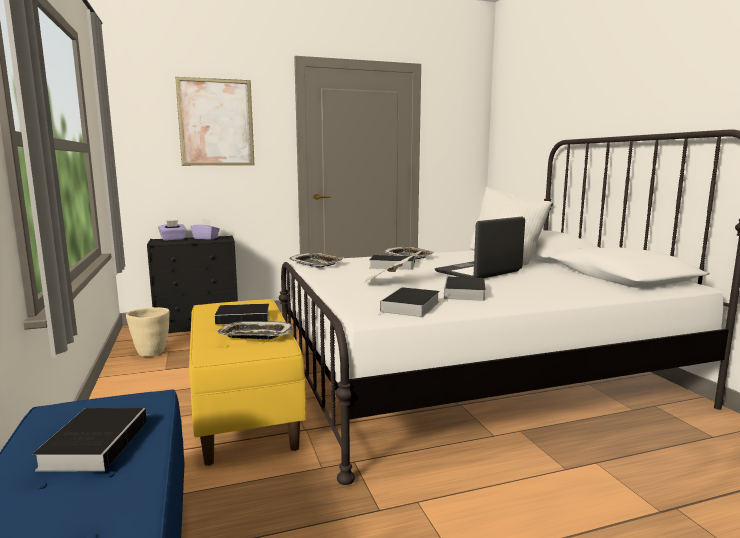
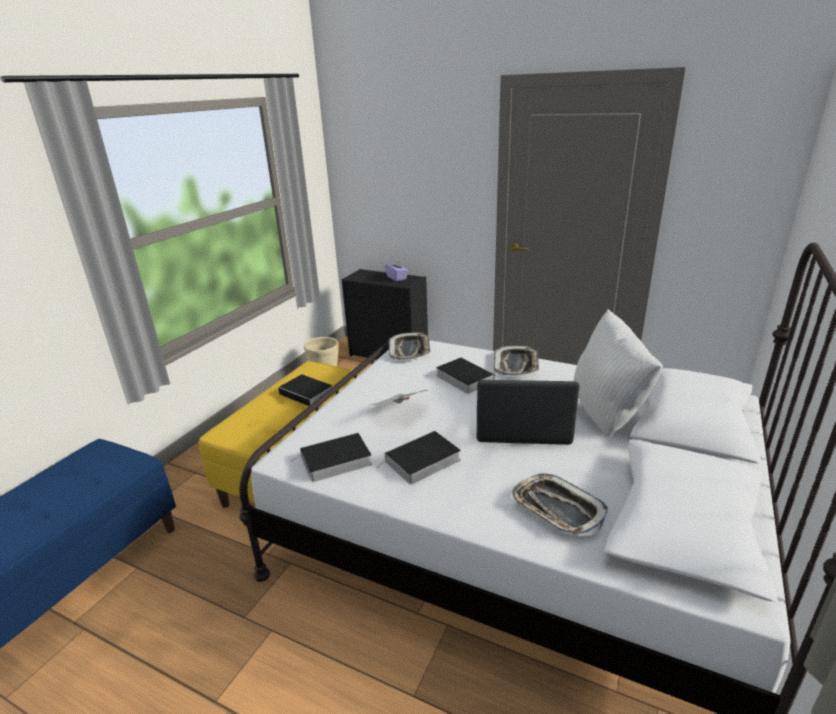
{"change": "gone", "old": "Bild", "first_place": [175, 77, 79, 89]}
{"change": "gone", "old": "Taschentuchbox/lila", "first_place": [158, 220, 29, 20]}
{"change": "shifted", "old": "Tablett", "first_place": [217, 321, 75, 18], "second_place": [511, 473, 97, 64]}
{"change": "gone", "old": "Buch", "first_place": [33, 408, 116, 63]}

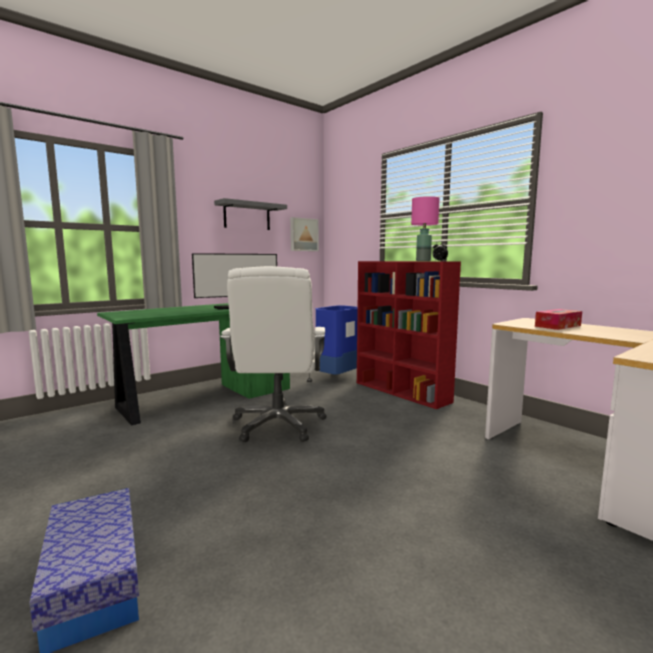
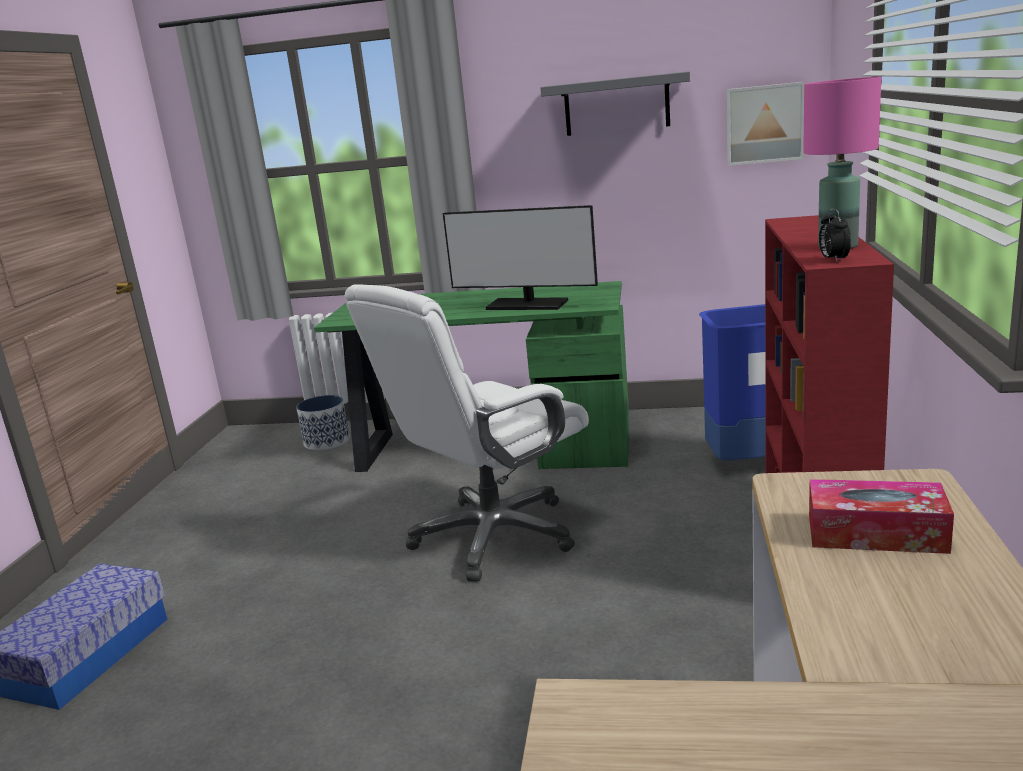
{"change": "new", "new": "Pflanzkübel", "second_place": [296, 395, 54, 55]}

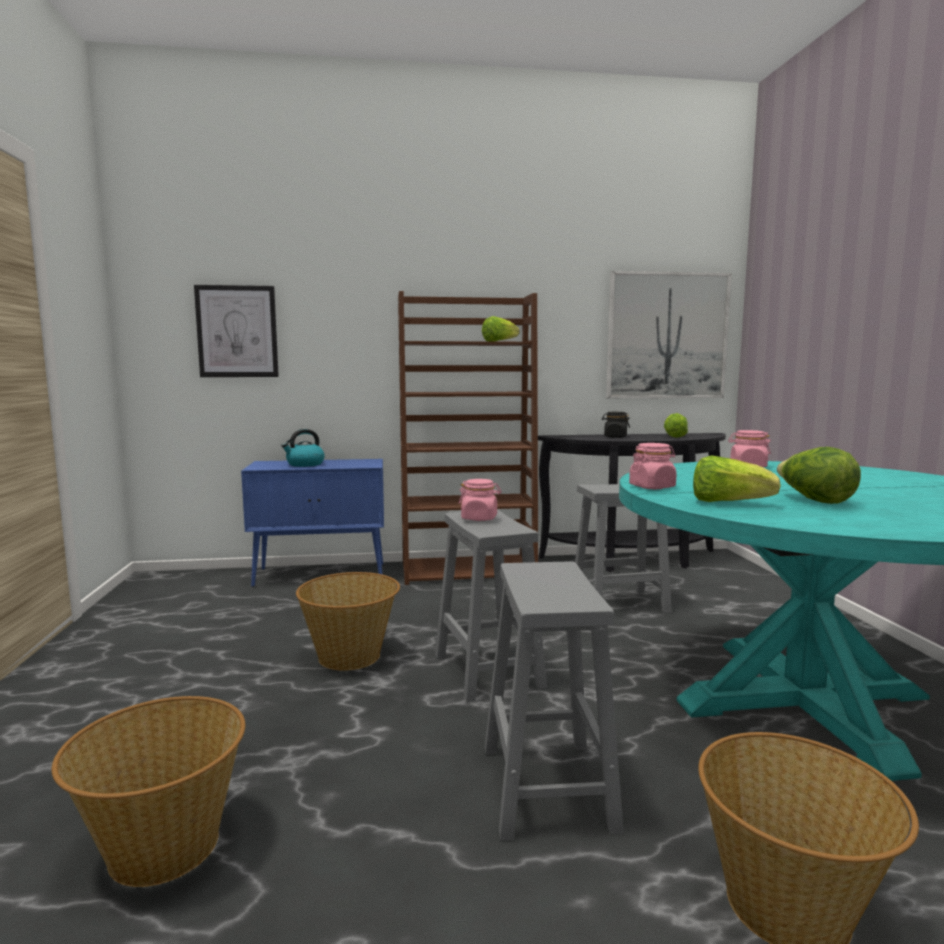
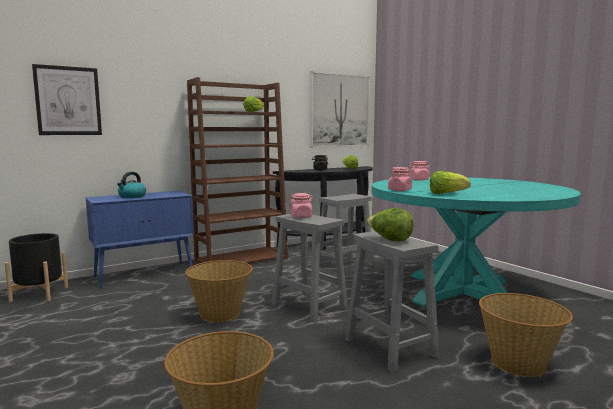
{"change": "shifted", "old": "Salatkopf", "first_place": [777, 447, 84, 57], "second_place": [367, 208, 47, 33]}
{"change": "new", "new": "Pflanzkübel/schwarz", "second_place": [4, 233, 64, 69]}

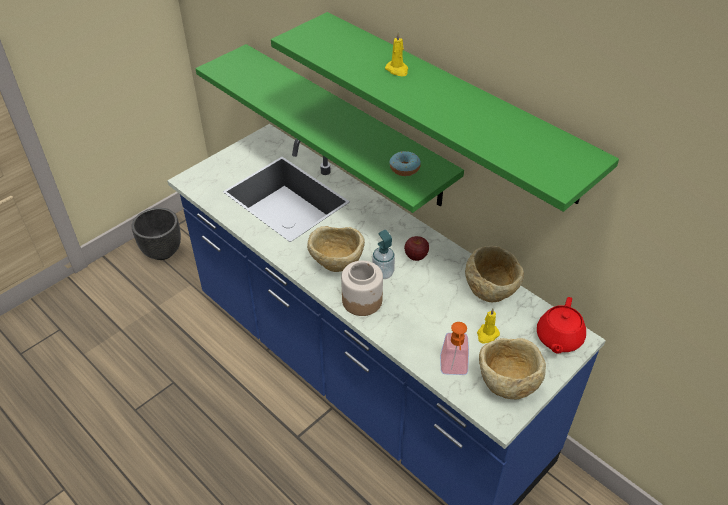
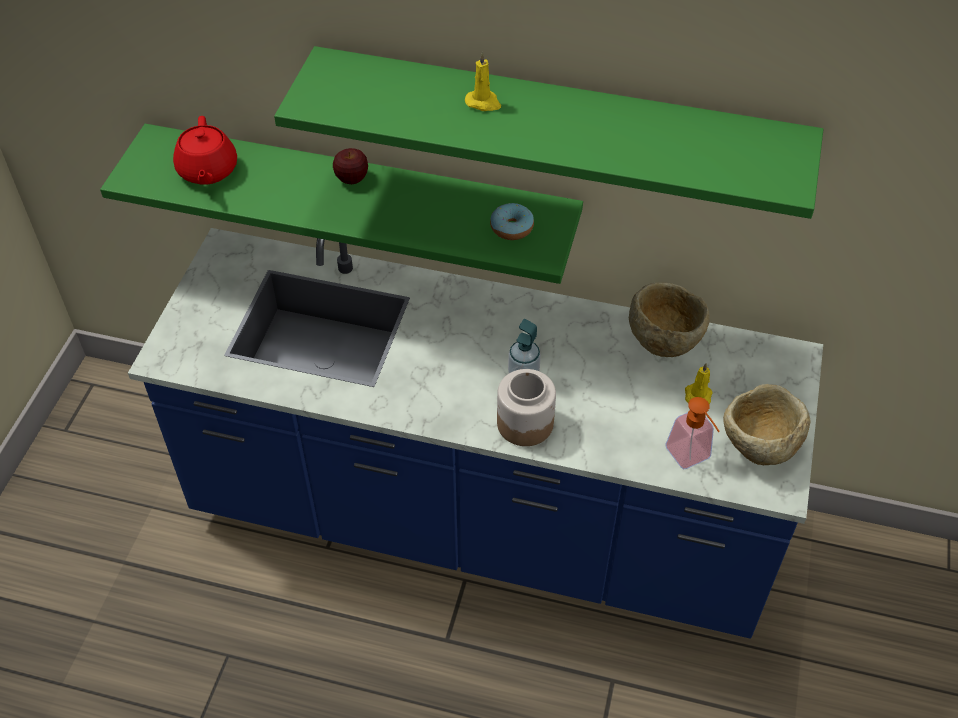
{"change": "gone", "old": "Pflanzkübel/schwarz", "first_place": [132, 208, 49, 52]}
{"change": "gone", "old": "Schüssel/beige", "first_place": [307, 226, 58, 46]}
{"change": "shifted", "old": "Apfel", "first_place": [404, 236, 25, 25], "second_place": [333, 148, 35, 36]}
{"change": "shifted", "old": "Teekanne/rot", "first_place": [537, 297, 49, 57], "second_place": [173, 116, 64, 69]}

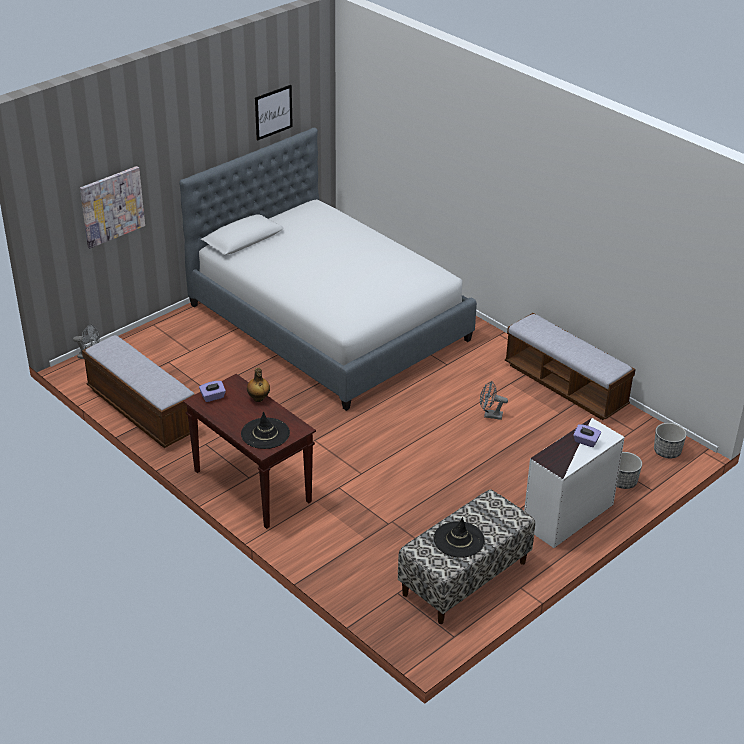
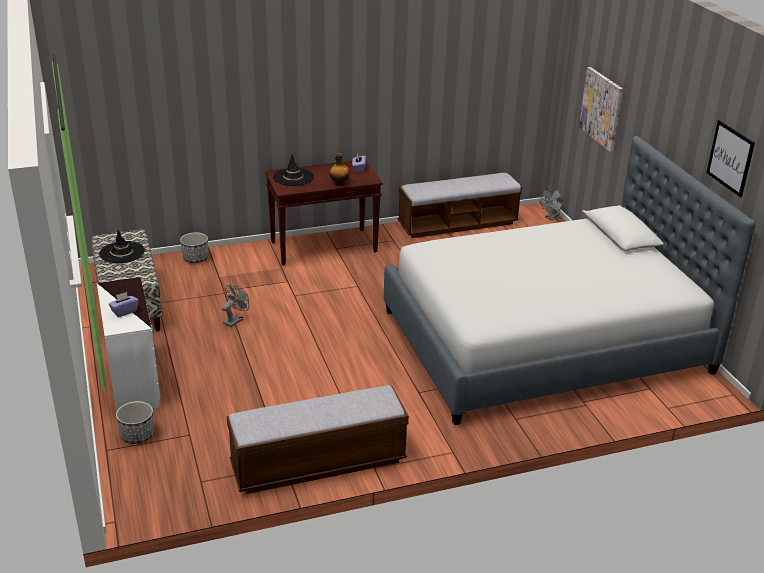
{"change": "shifted", "old": "Ventilator/grau", "first_place": [480, 381, 28, 39], "second_place": [222, 285, 27, 42]}
{"change": "shifted", "old": "Pflanzkübel", "first_place": [654, 423, 33, 36], "second_place": [180, 232, 28, 31]}

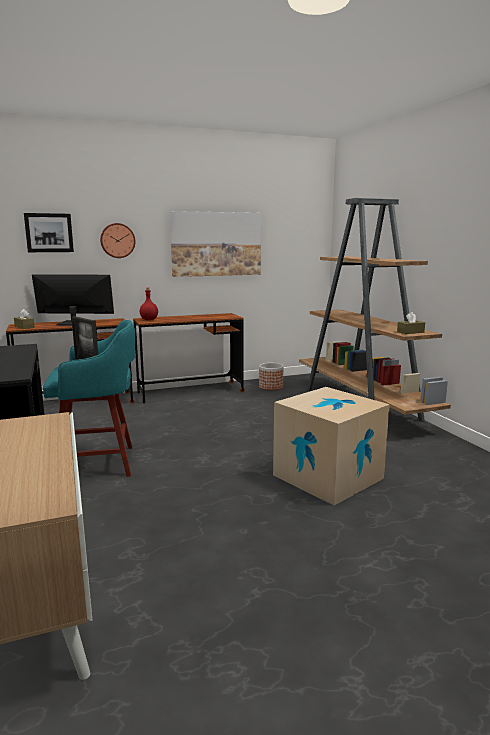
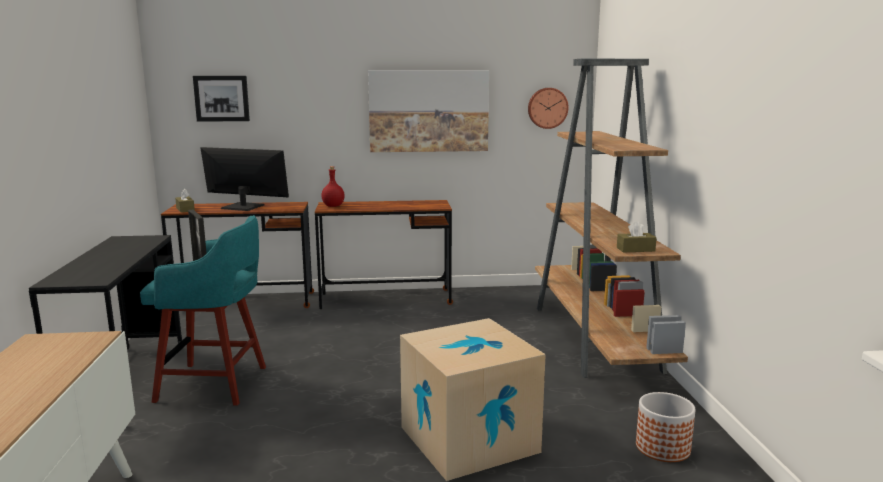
{"change": "shifted", "old": "Wanduhr", "first_place": [100, 223, 36, 35], "second_place": [528, 88, 41, 41]}
{"change": "shifted", "old": "Pflanzkübel", "first_place": [259, 363, 24, 27], "second_place": [636, 392, 59, 70]}

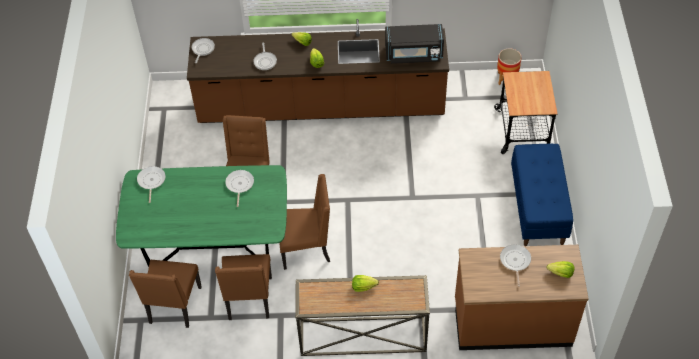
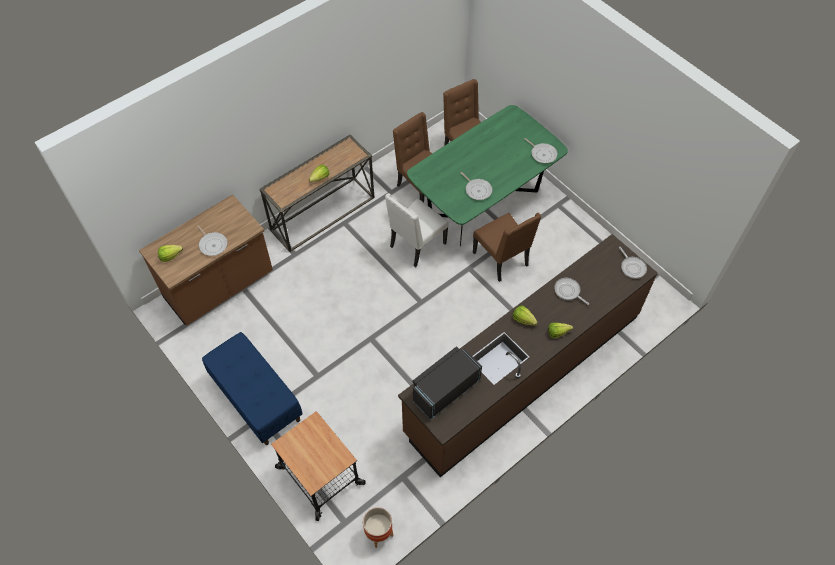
{"change": "repainted", "old": "Stuhl/braun", "new": "Stuhl/weiß", "first_place": [279, 174, 51, 96], "second_place": [385, 193, 64, 74]}

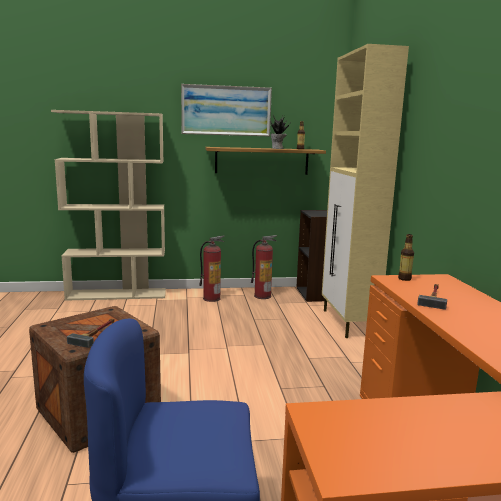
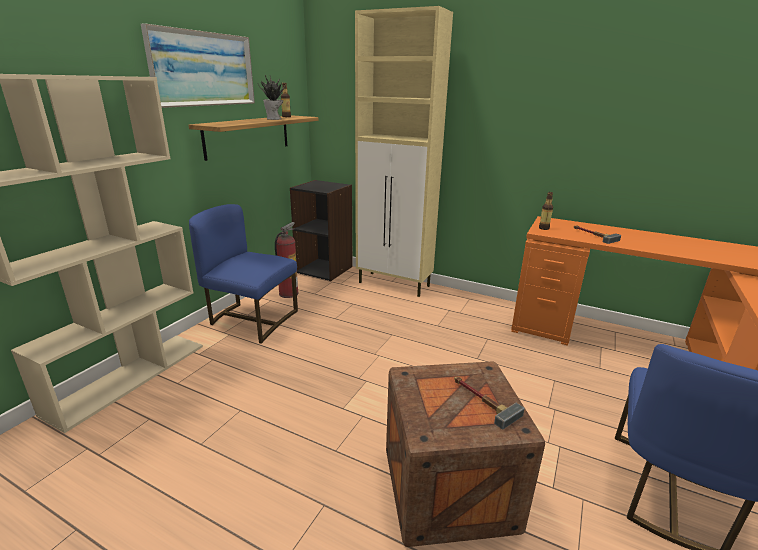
{"change": "swapped", "old": "Feuerlöscher", "new": "Stuhl/blau", "first_place": [199, 235, 25, 67], "second_place": [189, 204, 109, 140]}

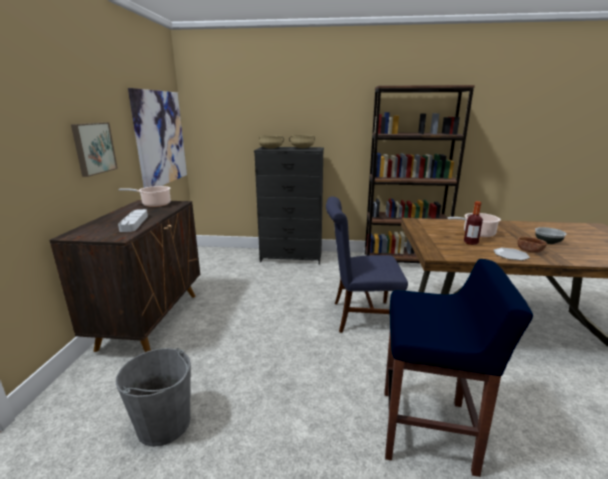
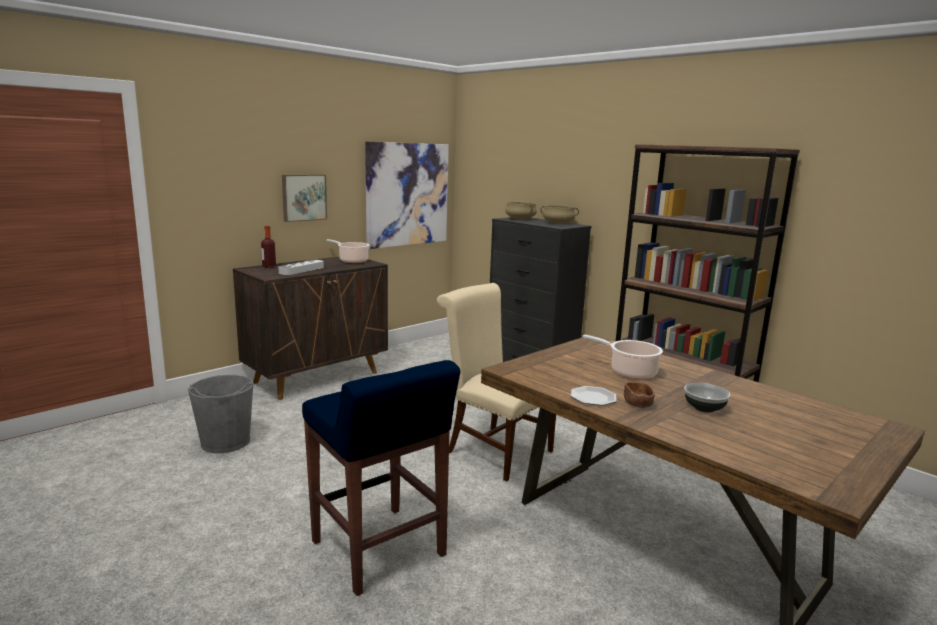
{"change": "repainted", "old": "Stuhl/blau", "new": "Stuhl/beige", "first_place": [326, 196, 82, 137], "second_place": [437, 283, 119, 199]}
{"change": "shifted", "old": "Flasche", "first_place": [464, 201, 19, 44], "second_place": [261, 226, 15, 42]}

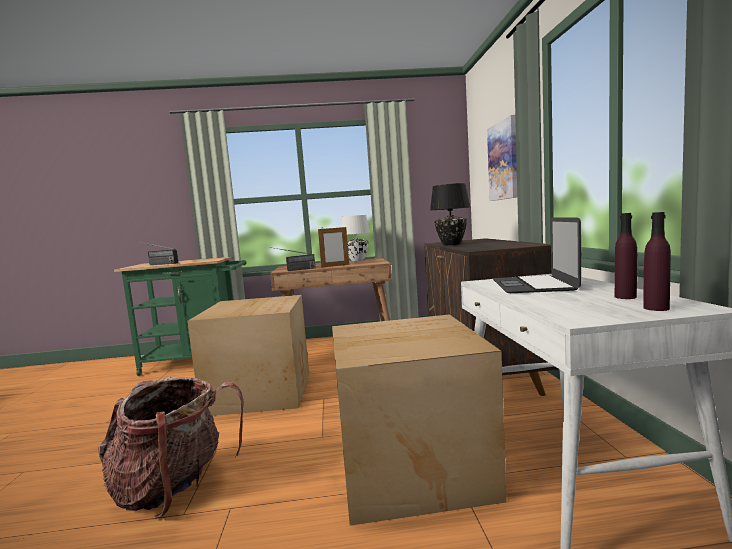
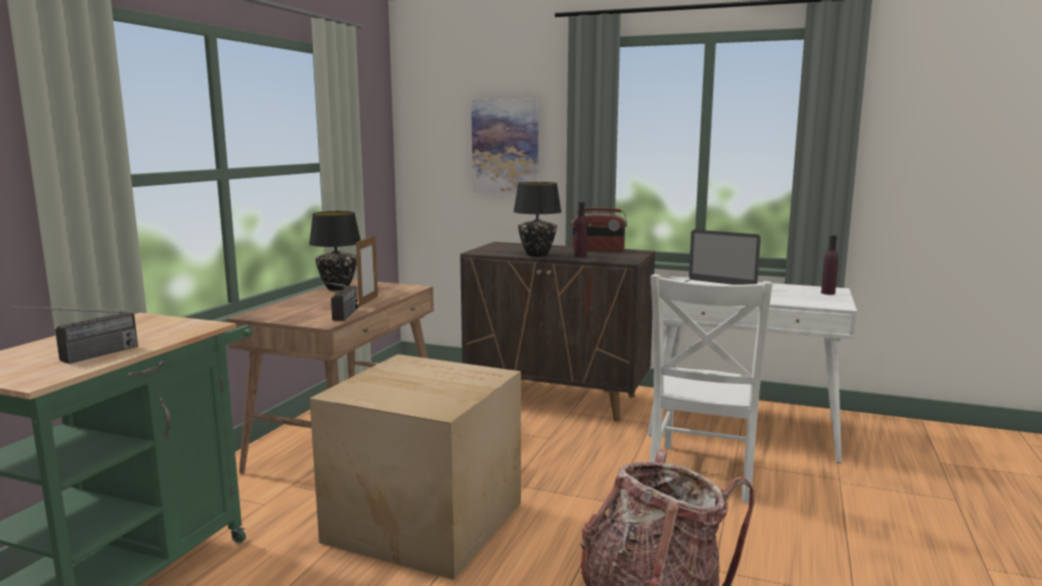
{"change": "shifted", "old": "Flasche/lila", "first_place": [614, 213, 23, 86], "second_place": [575, 202, 12, 55]}
{"change": "repainted", "old": "Tischlampe/weiß", "new": "Tischlampe/schwarz", "first_place": [341, 215, 29, 46], "second_place": [309, 211, 52, 79]}
{"change": "swapped", "old": "Karton", "new": "Stuhl/weiß", "first_place": [332, 314, 174, 212], "second_place": [650, 274, 123, 229]}
{"change": "new", "new": "Radio", "second_place": [571, 207, 56, 45]}

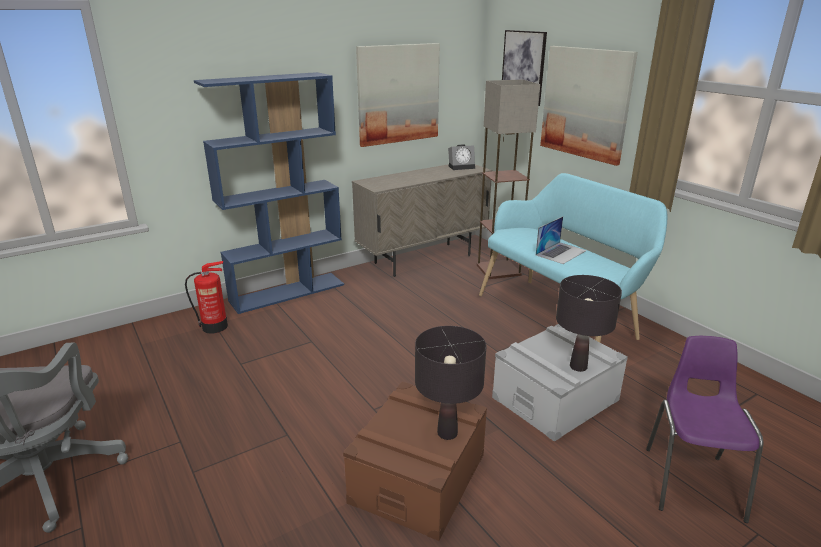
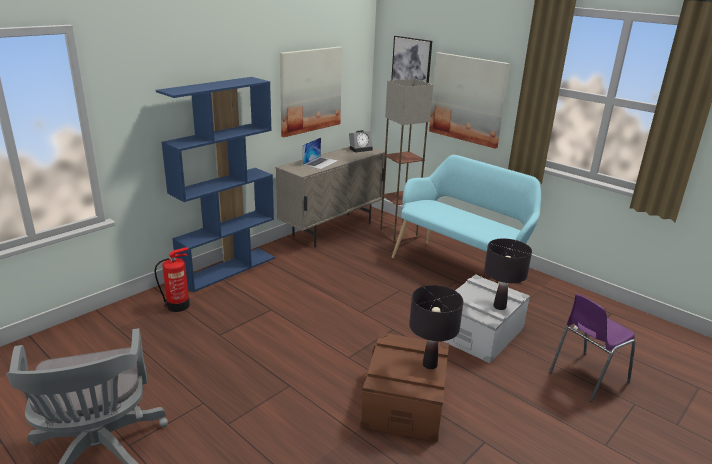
{"change": "shifted", "old": "Laptop", "first_place": [536, 217, 51, 47], "second_place": [302, 137, 36, 32]}
{"change": "rotated", "old": "Stuhl/lila", "first_place": [646, 336, 117, 187], "second_place": [549, 294, 87, 108], "degrees": -120}

